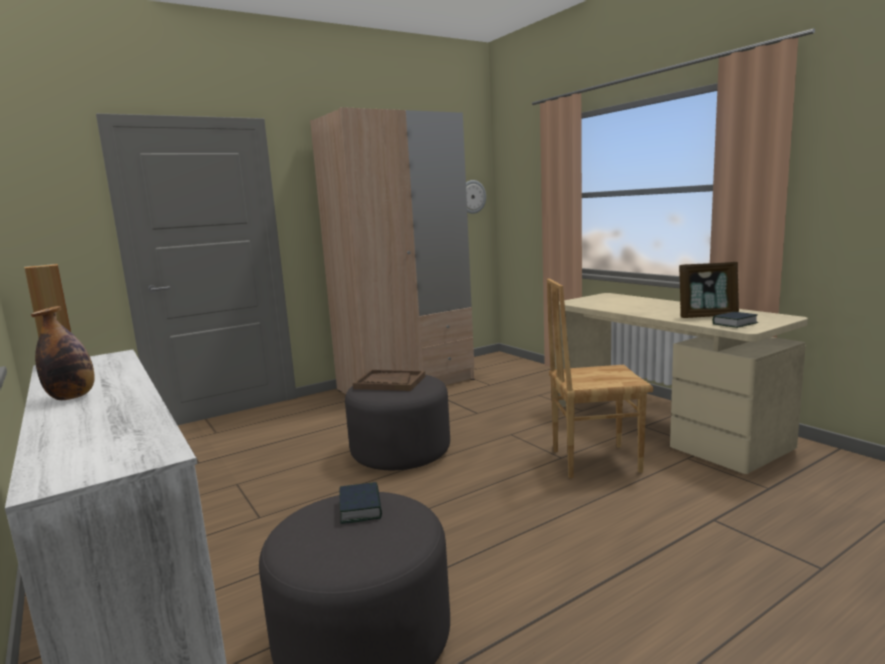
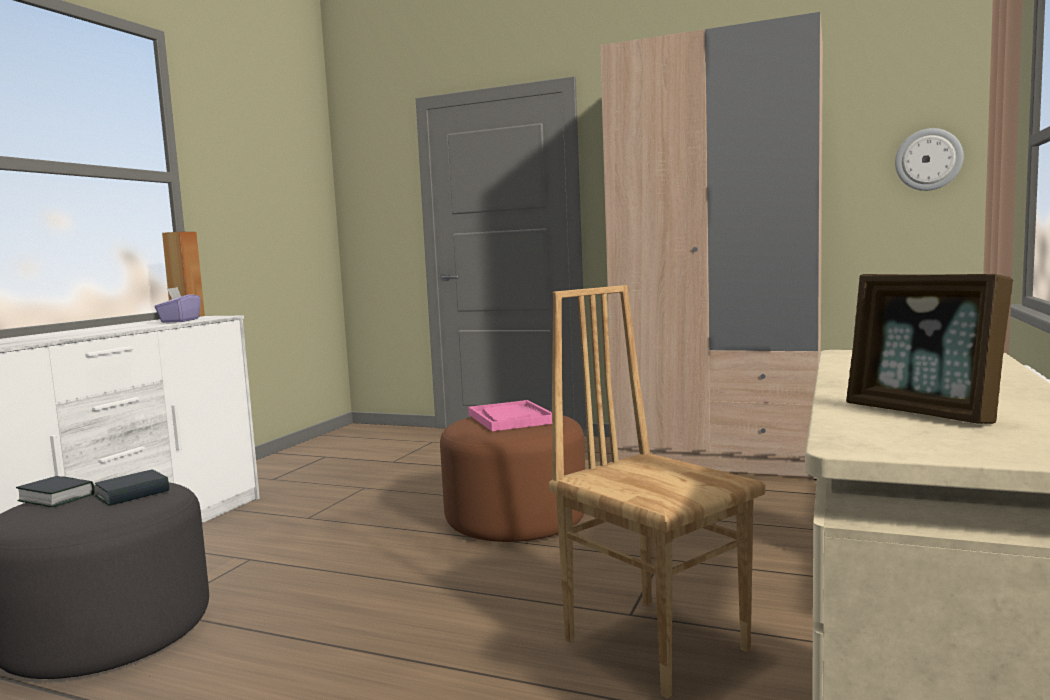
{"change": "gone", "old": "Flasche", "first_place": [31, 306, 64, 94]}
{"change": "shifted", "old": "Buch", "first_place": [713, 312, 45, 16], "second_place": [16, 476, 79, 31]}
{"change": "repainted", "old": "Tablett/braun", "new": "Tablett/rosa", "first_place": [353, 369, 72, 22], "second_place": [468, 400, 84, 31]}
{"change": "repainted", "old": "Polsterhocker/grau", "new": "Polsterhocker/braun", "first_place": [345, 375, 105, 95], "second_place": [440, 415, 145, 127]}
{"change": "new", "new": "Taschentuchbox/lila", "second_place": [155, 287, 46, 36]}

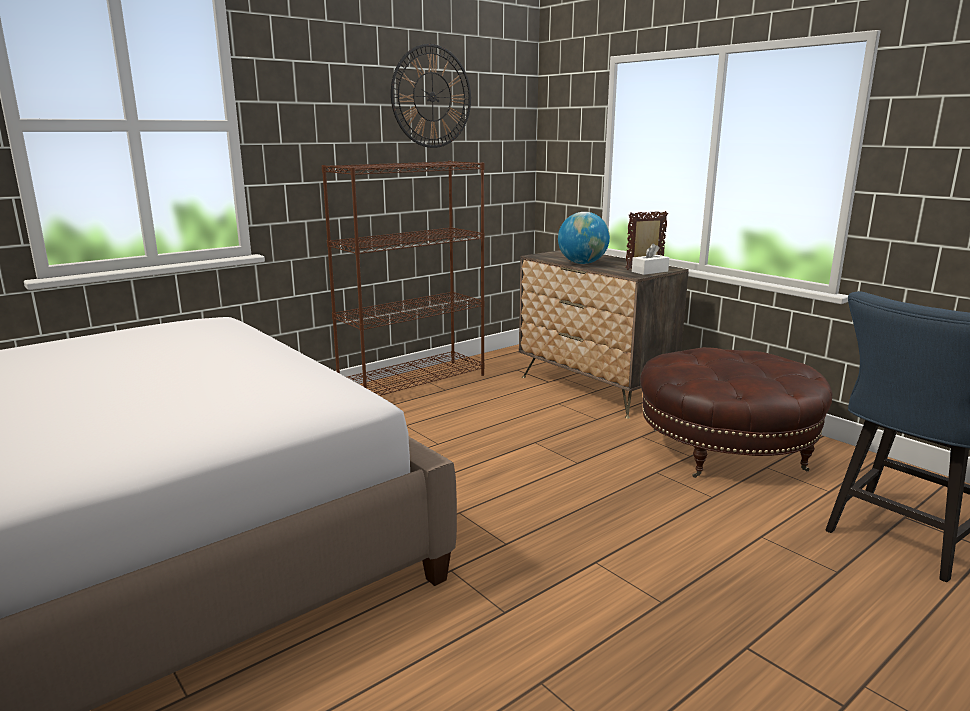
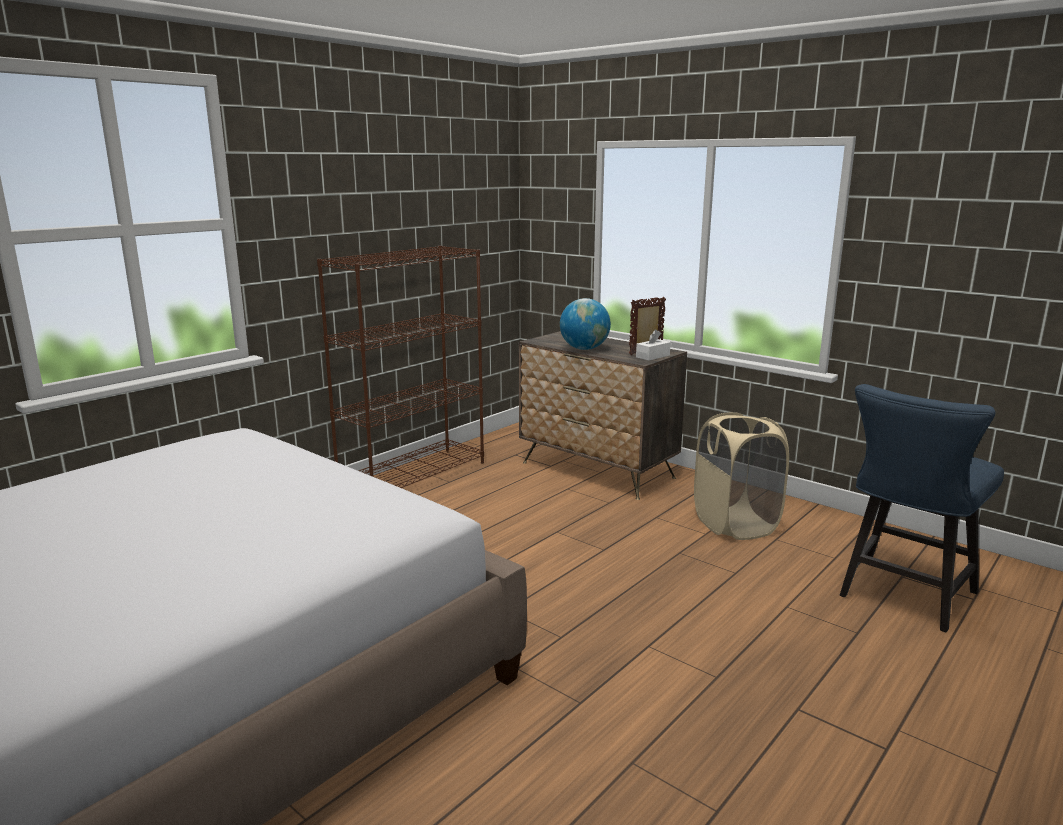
{"change": "gone", "old": "Wanduhr", "first_place": [391, 44, 80, 104]}
{"change": "swapped", "old": "Polsterhocker/braun", "new": "Wäschekorb/beige", "first_place": [640, 347, 193, 131], "second_place": [694, 412, 95, 128]}

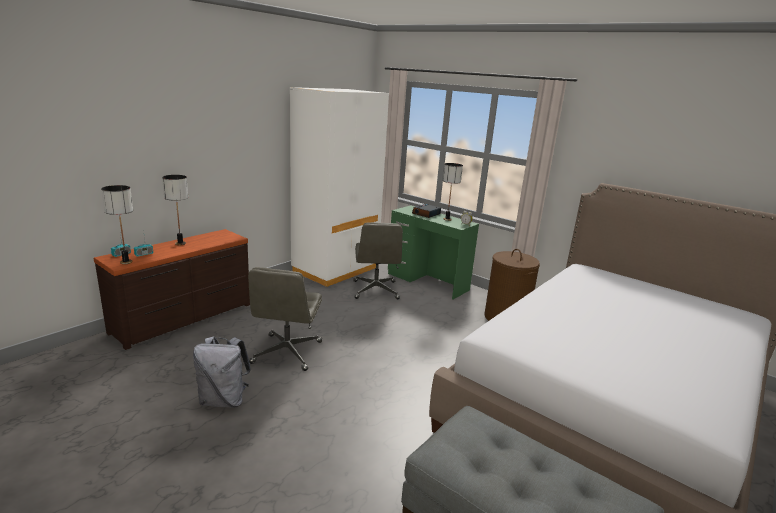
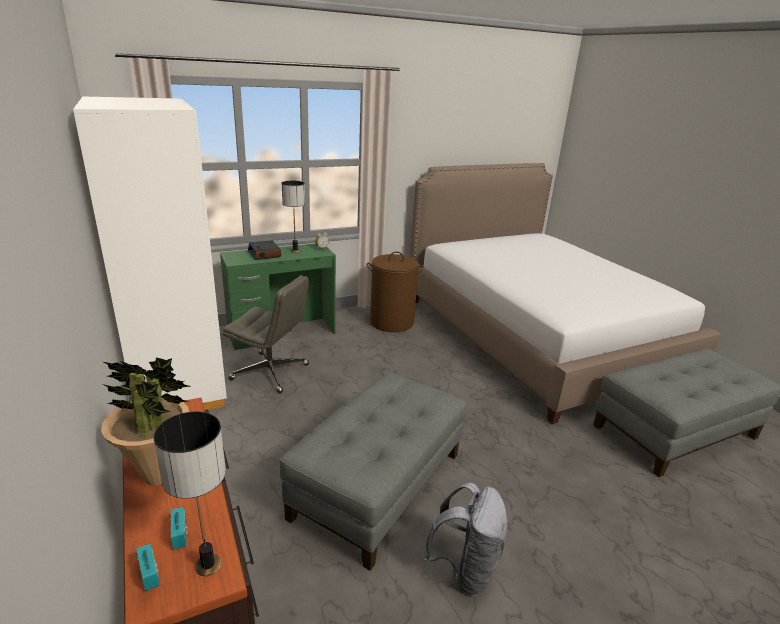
{"change": "swapped", "old": "Tischlampe", "new": "Topfpflanze", "first_place": [162, 175, 26, 70], "second_place": [101, 358, 90, 128]}
{"change": "swapped", "old": "Bürostuhl/grau", "new": "Polsterhocker/grau", "first_place": [248, 267, 74, 104], "second_place": [280, 372, 187, 198]}

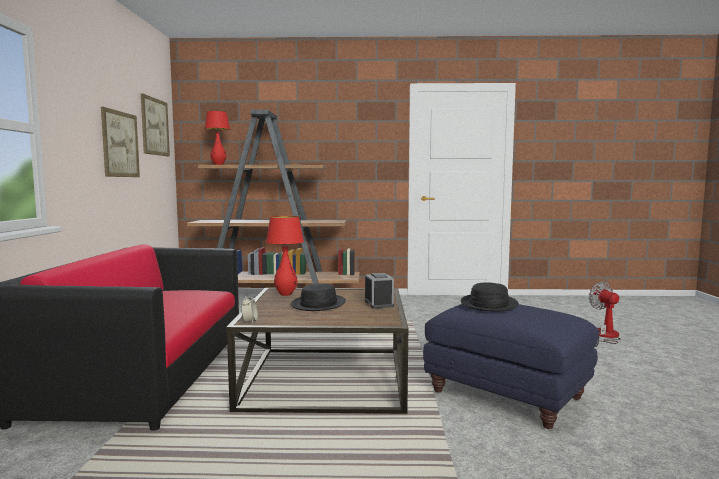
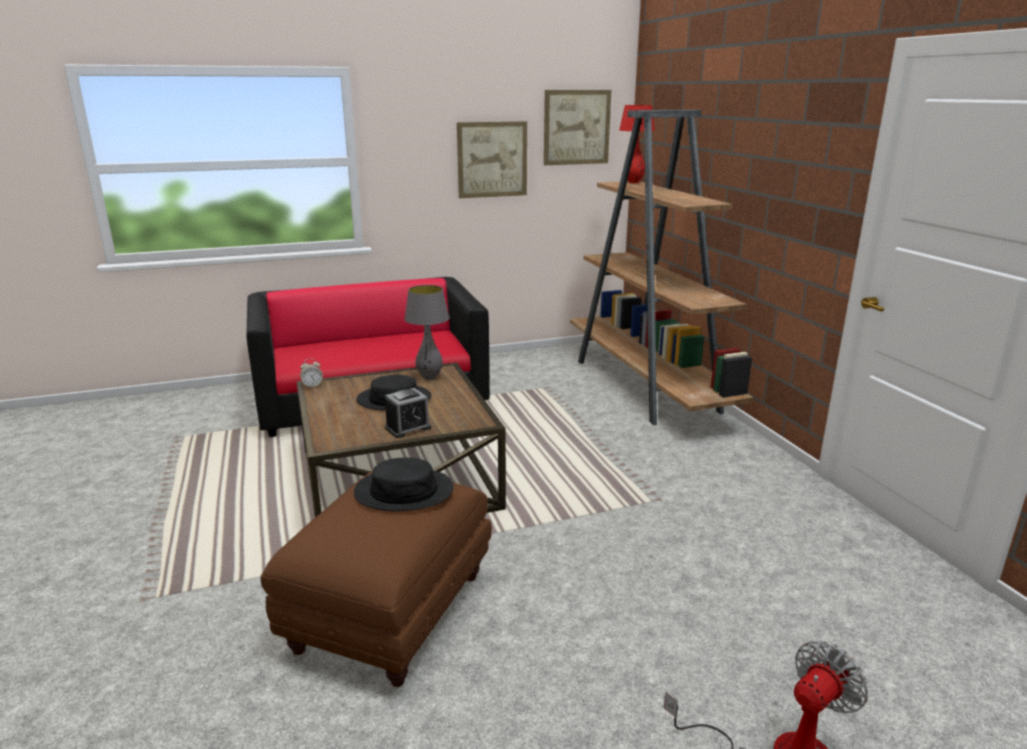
{"change": "repainted", "old": "Tischlampe/rot", "new": "Tischlampe/grau", "first_place": [266, 216, 38, 80], "second_place": [404, 285, 45, 95]}
{"change": "repainted", "old": "Polsterhocker/blau", "new": "Polsterhocker/braun", "first_place": [423, 304, 176, 125], "second_place": [261, 471, 231, 216]}

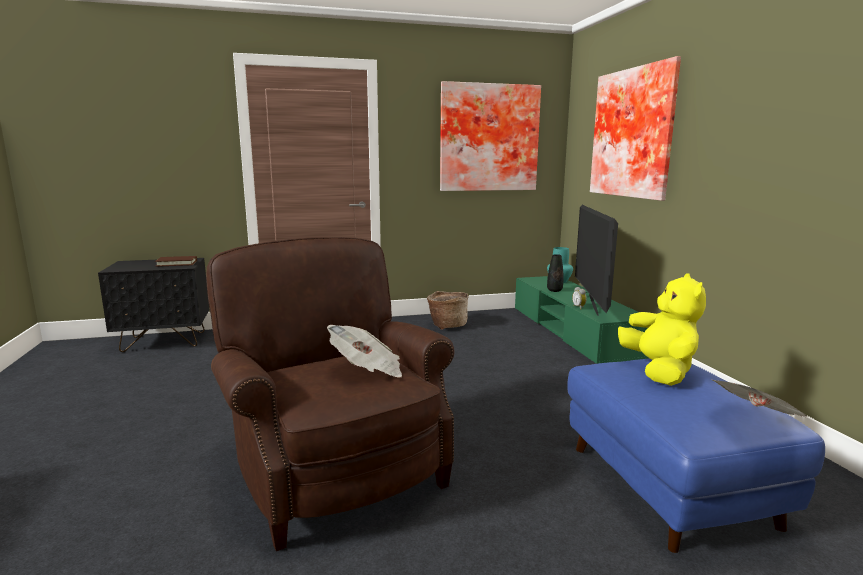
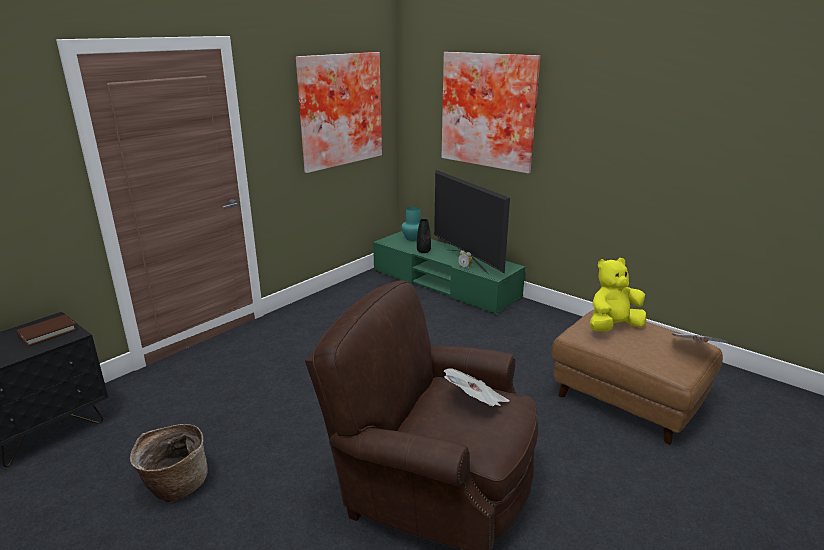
{"change": "rotated", "old": "Plüschtier/gelb", "first_place": [618, 273, 88, 113], "second_place": [590, 258, 56, 73], "degrees": -75}
{"change": "shifted", "old": "Korb", "first_place": [427, 291, 42, 39], "second_place": [130, 424, 78, 78]}
{"change": "repainted", "old": "Polsterhocker/blau", "new": "Polsterhocker/braun", "first_place": [567, 358, 258, 195], "second_place": [552, 310, 171, 135]}

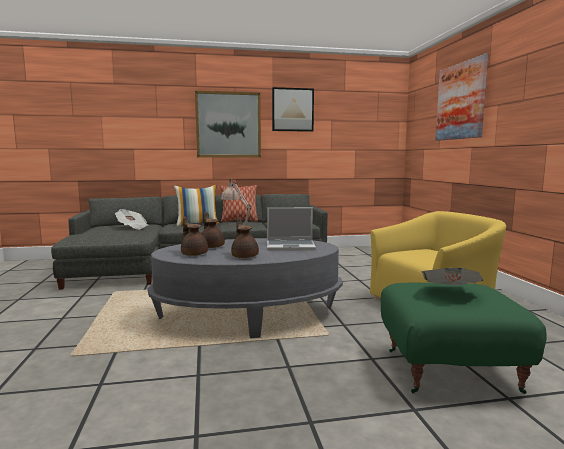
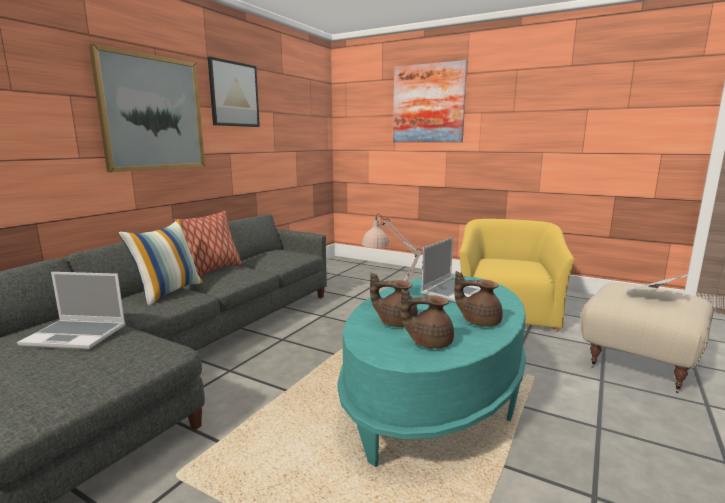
{"change": "swapped", "old": "Zeitung", "new": "Laptop", "first_place": [115, 209, 33, 21], "second_place": [17, 272, 109, 78]}
{"change": "repainted", "old": "Couchtisch/grau", "new": "Couchtisch/türkis", "first_place": [147, 238, 196, 100], "second_place": [337, 276, 189, 191]}
{"change": "repainted", "old": "Polsterhocker/grün", "new": "Polsterhocker/beige", "first_place": [381, 283, 166, 111], "second_place": [581, 283, 132, 110]}

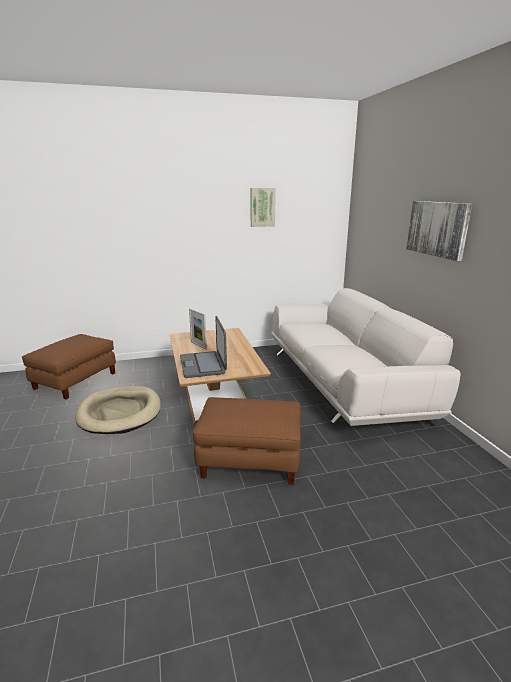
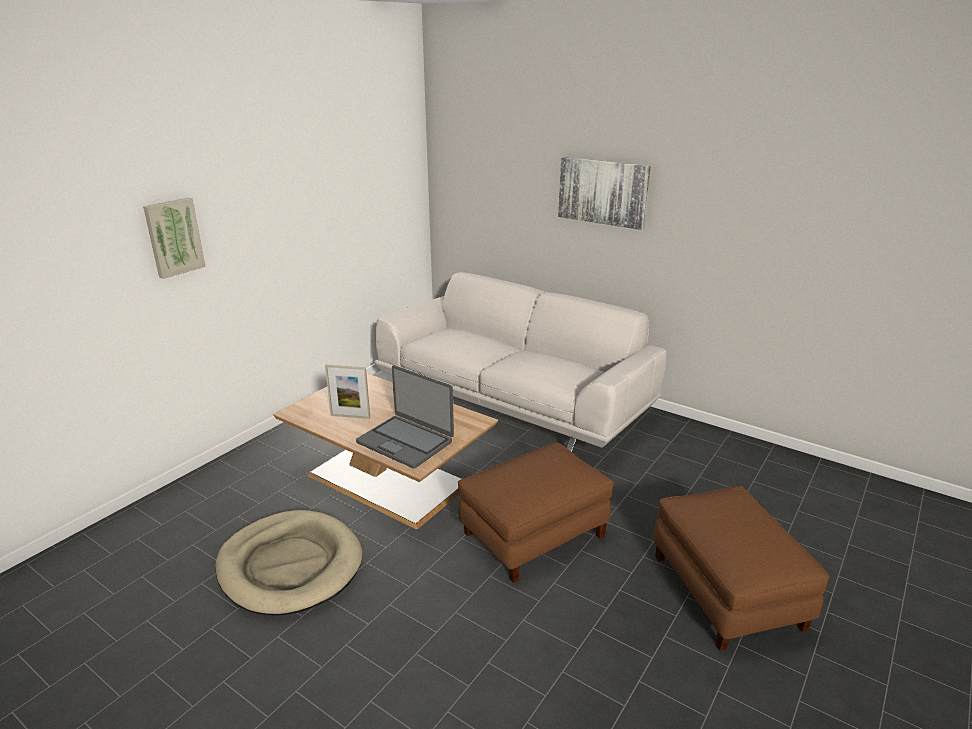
{"change": "shifted", "old": "Bild", "first_place": [250, 188, 26, 39], "second_place": [143, 198, 63, 81]}
{"change": "shifted", "old": "Polsterhocker/braun", "first_place": [22, 334, 94, 65], "second_place": [653, 486, 177, 165]}

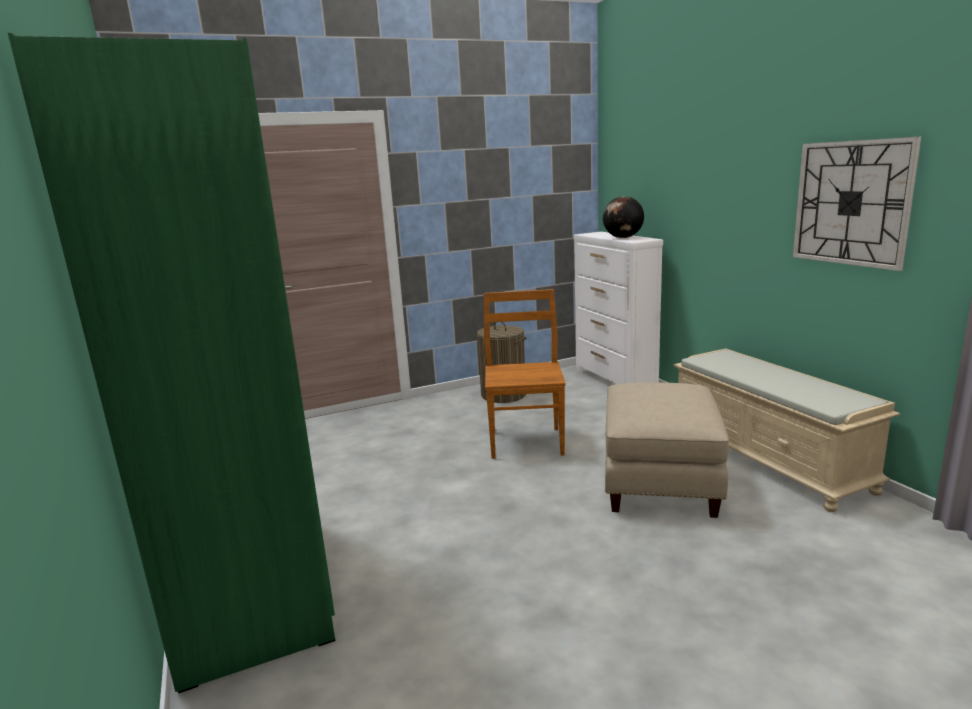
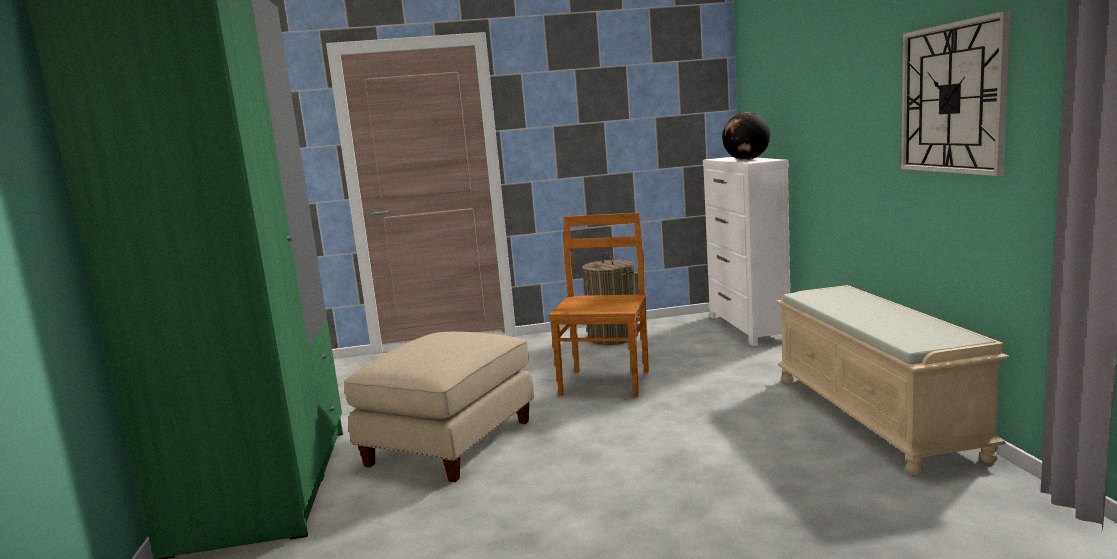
{"change": "shifted", "old": "Polsterhocker/beige", "first_place": [605, 382, 124, 136], "second_place": [344, 332, 190, 150]}

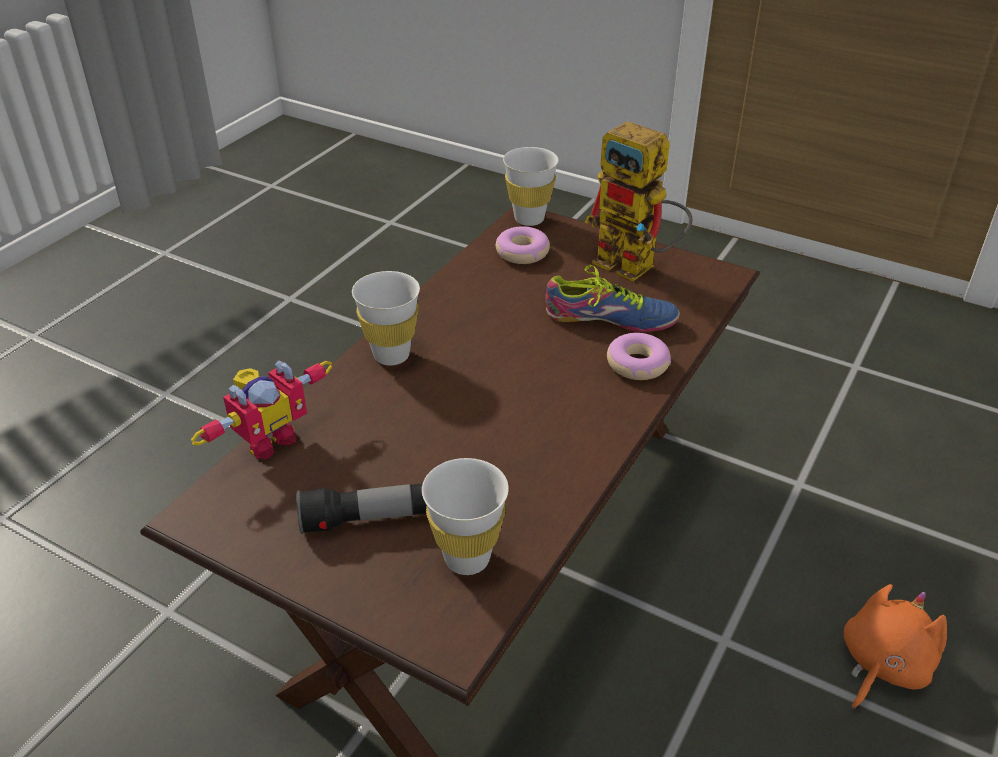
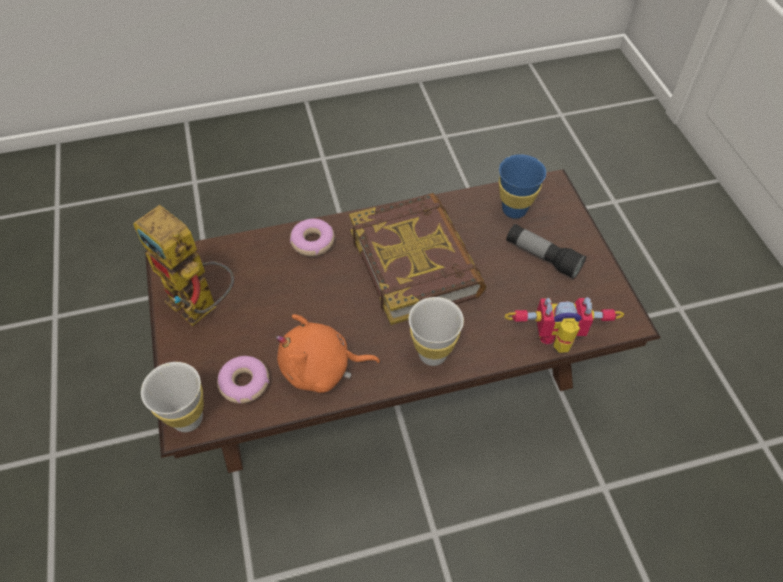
{"change": "rotated", "old": "Spielzeugroboter", "first_place": [585, 121, 107, 161], "second_place": [133, 205, 101, 121], "degrees": 135}
{"change": "gone", "old": "Schuh", "first_place": [545, 265, 135, 67]}
{"change": "repainted", "old": "Tasse/weiß", "new": "Tasse/blau", "first_place": [422, 458, 87, 117], "second_place": [499, 154, 47, 65]}
{"change": "shifted", "old": "Plüschtier/orange", "first_place": [844, 584, 103, 126], "second_place": [276, 314, 104, 79]}
{"change": "new", "new": "Buch", "second_place": [349, 193, 137, 132]}

